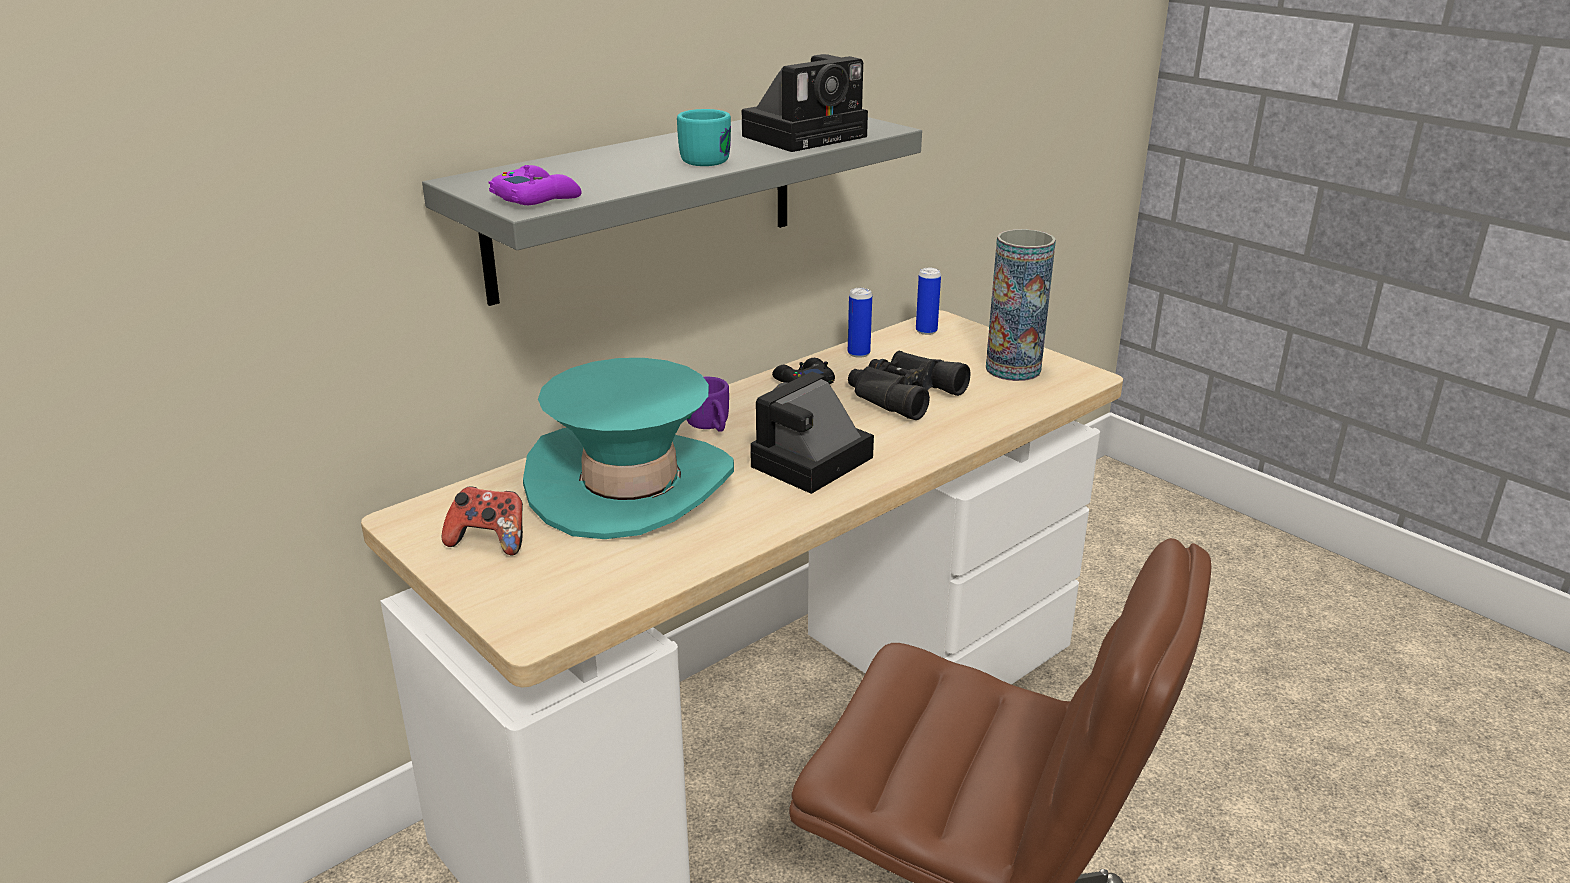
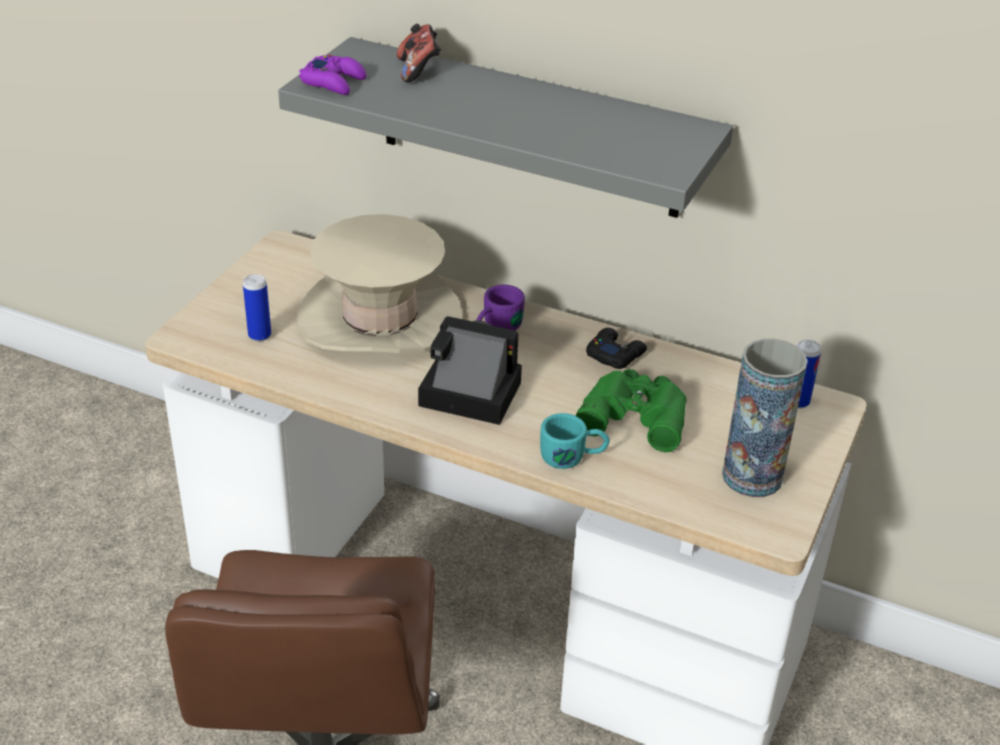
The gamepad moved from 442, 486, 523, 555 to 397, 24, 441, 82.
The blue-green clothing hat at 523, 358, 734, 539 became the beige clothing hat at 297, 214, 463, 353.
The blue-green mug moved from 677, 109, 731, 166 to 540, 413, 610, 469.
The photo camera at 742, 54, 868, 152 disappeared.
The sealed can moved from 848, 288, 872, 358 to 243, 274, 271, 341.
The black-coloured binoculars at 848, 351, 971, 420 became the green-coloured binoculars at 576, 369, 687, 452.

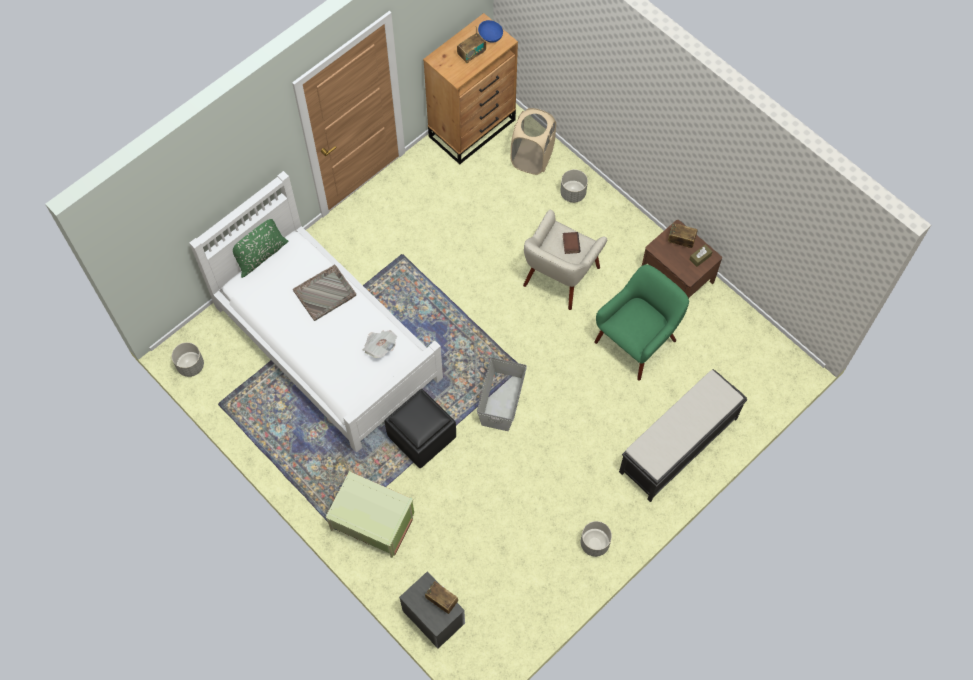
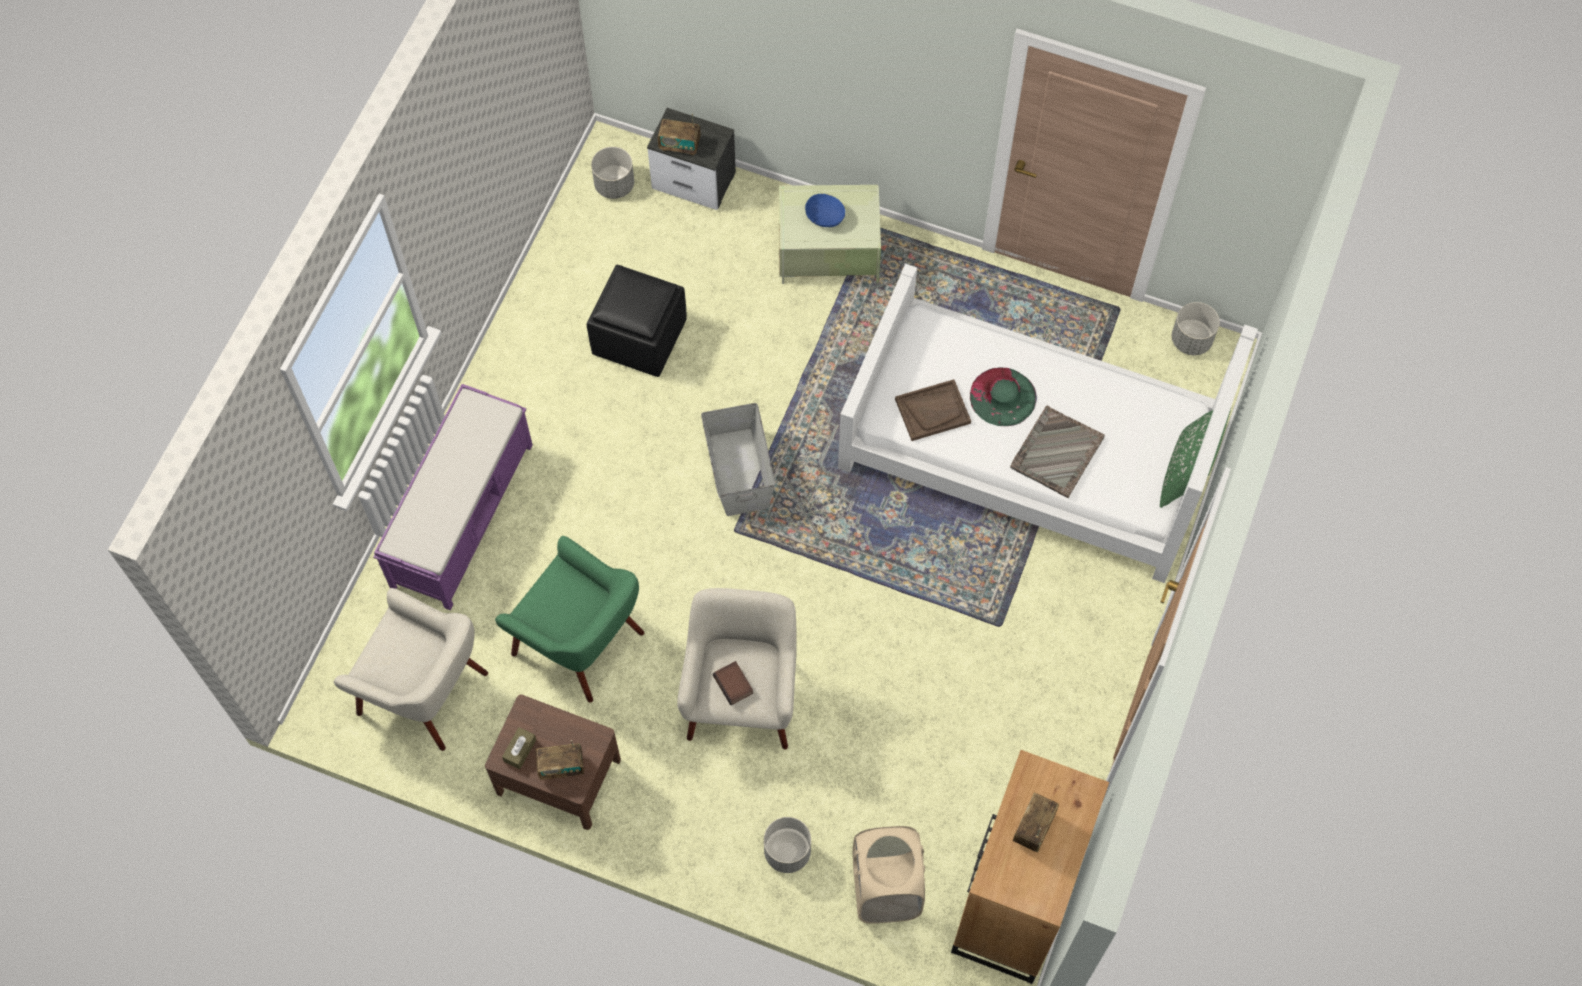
The printed paper at 362, 330, 397, 358 was replaced by the brownish tray at 895, 379, 971, 441.
The black-coloured ottoman moved from 384, 389, 456, 468 to 587, 264, 687, 377.
The bluish bowl moved from 478, 20, 503, 43 to 805, 194, 845, 227.
The greyish flower pot moved from 581, 521, 612, 557 to 591, 147, 634, 199.
The green-coloured armchair at 594, 264, 689, 380 turned 75 degrees counterclockwise.
The black-coloured long seat at 619, 369, 747, 502 became the purple long seat at 373, 384, 533, 610.
The beige armchair at 333, 588, 488, 751 appeared.
The green-coloured clothing hat at 970, 367, 1037, 426 appeared.

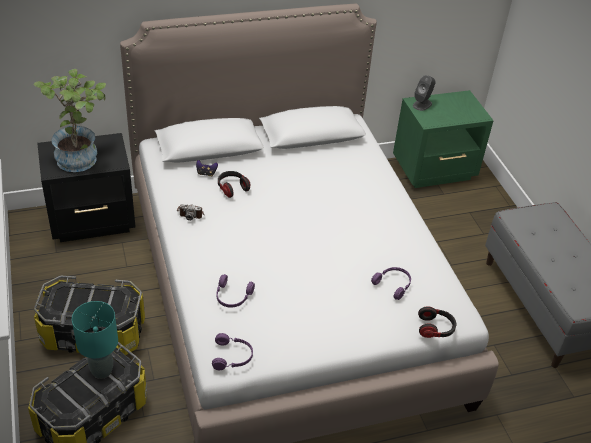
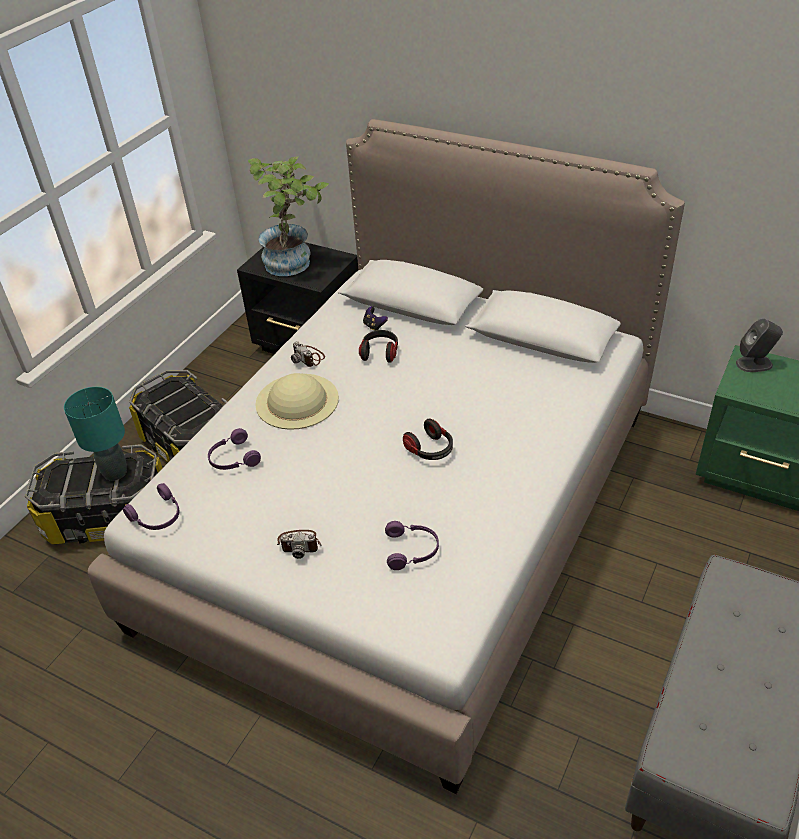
The headphones moved from 418, 306, 456, 338 to 403, 418, 453, 460.
The beige clothing hat at 255, 373, 339, 430 appeared.
The photo camera at 277, 530, 322, 559 appeared.

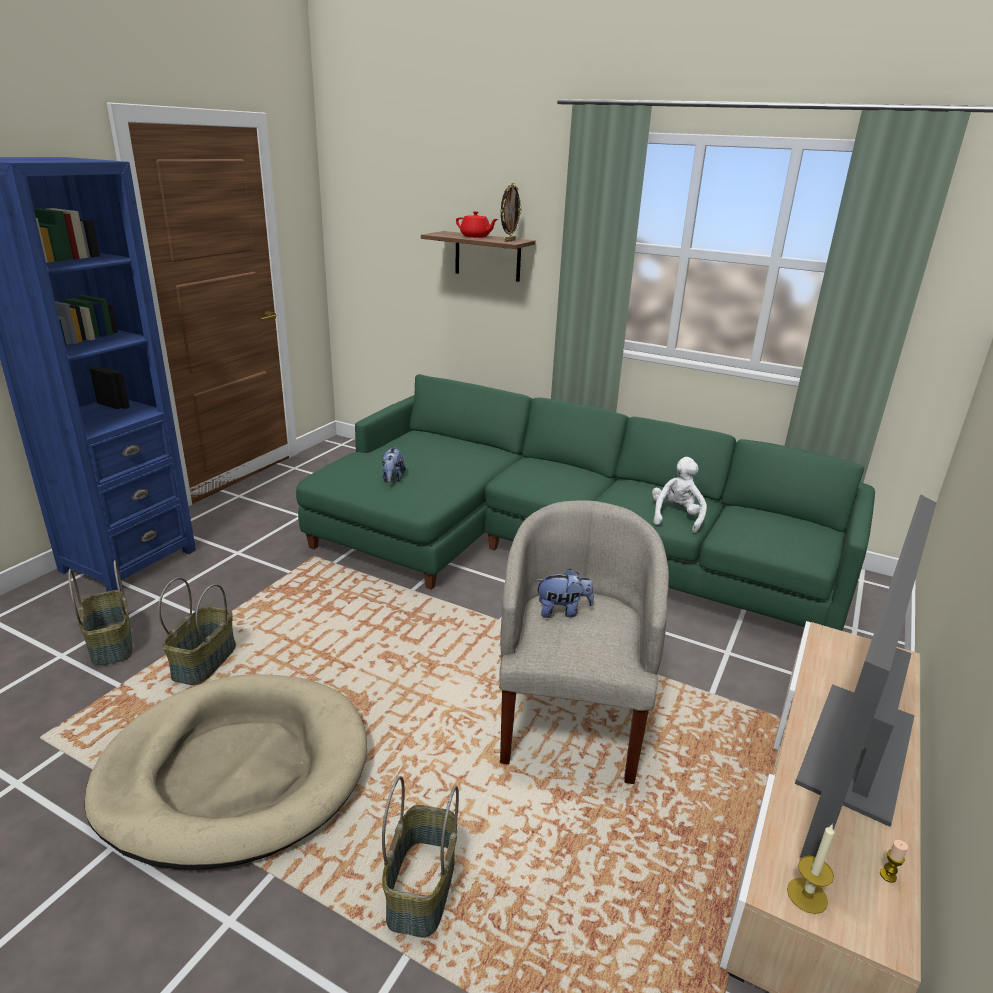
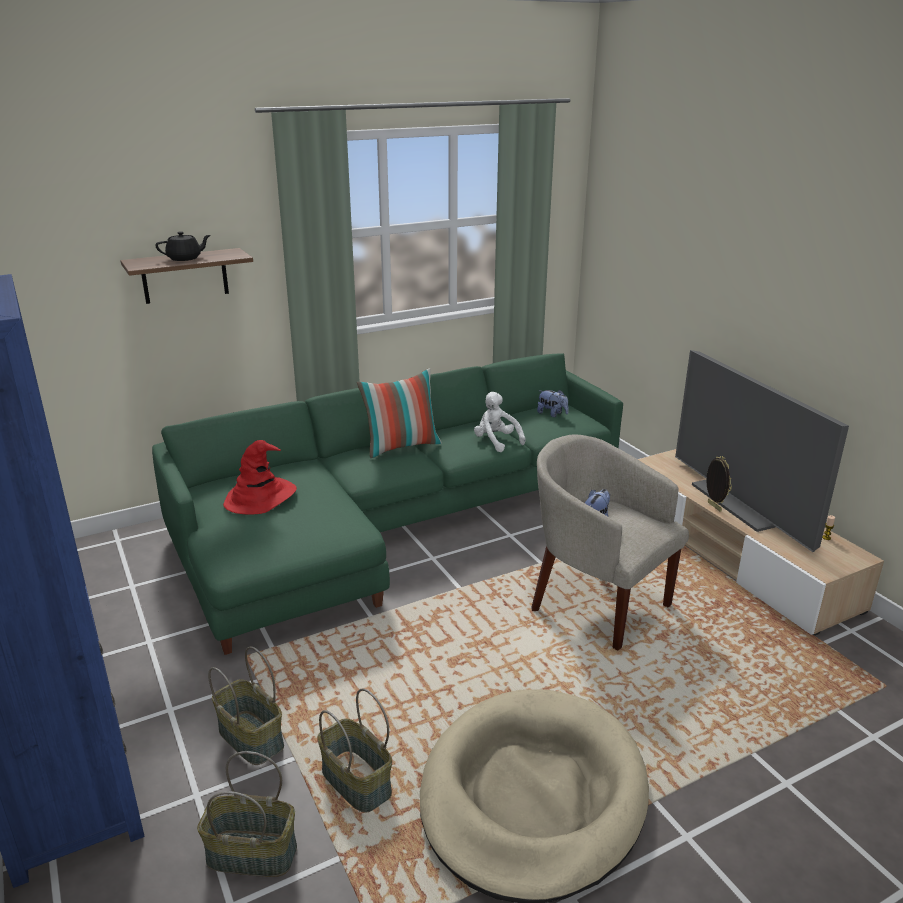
The plush toy moved from 382, 447, 406, 482 to 537, 390, 569, 417.
The basket moved from 382, 776, 459, 938 to 208, 647, 284, 765.
The red teapot at 456, 211, 498, 238 became the black-coloured teapot at 155, 231, 211, 261.
The standing frame moved from 501, 183, 522, 242 to 706, 456, 732, 512.
The wax candle at 787, 825, 835, 914 disappeared.
The red clothing hat at 223, 440, 297, 514 appeared.
The pillow at 357, 368, 442, 458 appeared.

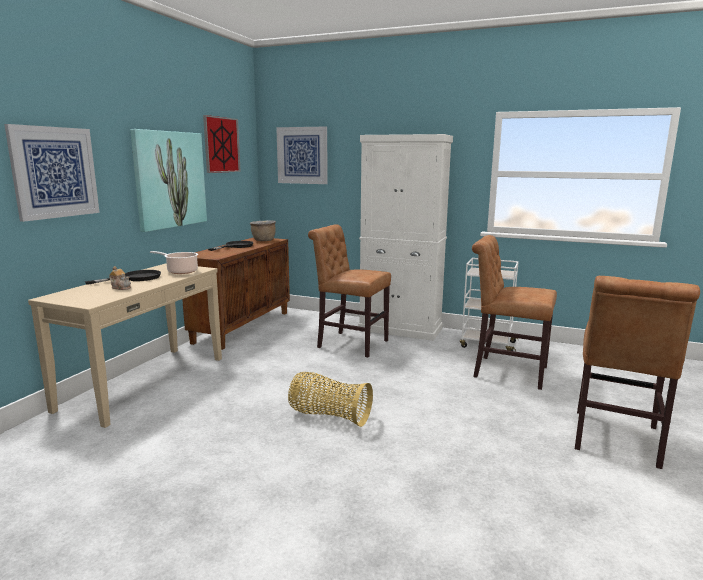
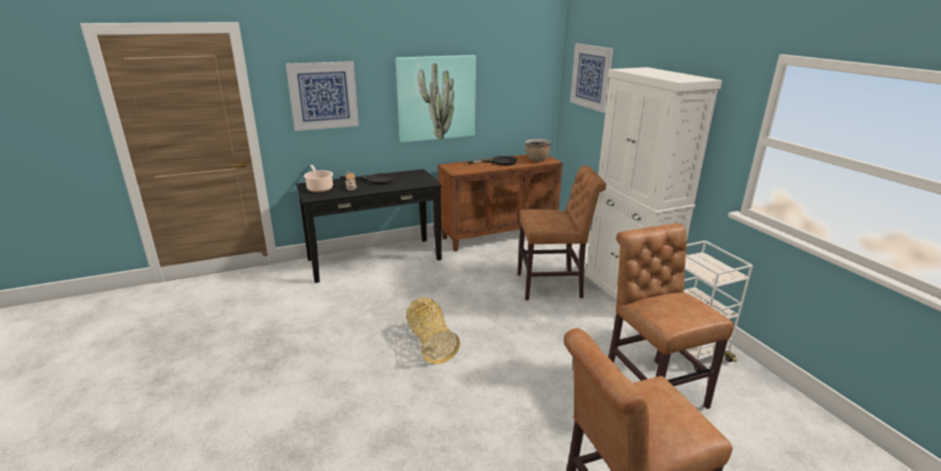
The beige narrow table at 28, 263, 222, 428 became the black-coloured narrow table at 296, 169, 442, 283.
The saucepot moved from 150, 251, 198, 274 to 304, 165, 333, 192.
The picture at 203, 115, 241, 173 disappeared.
The brownish chair at 308, 224, 391, 358 turned 105 degrees clockwise.

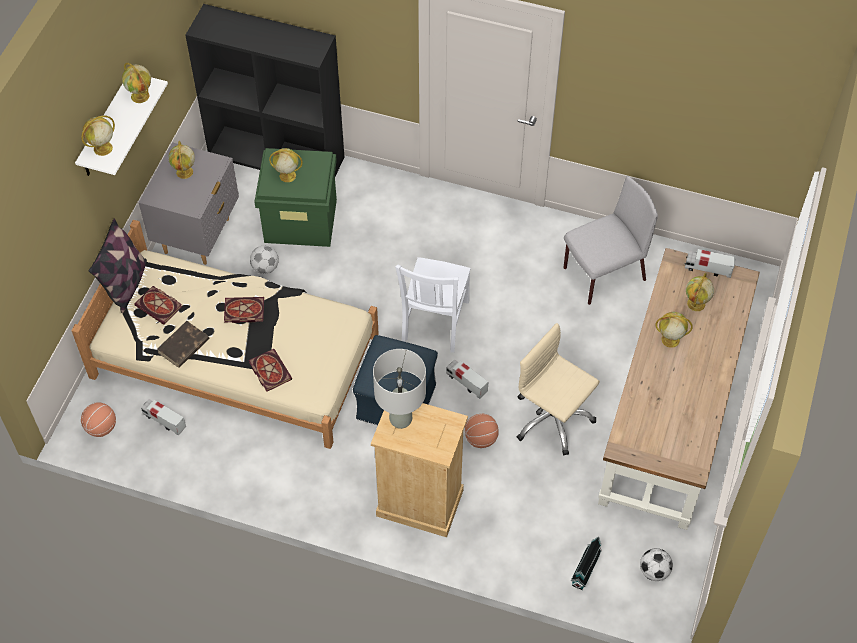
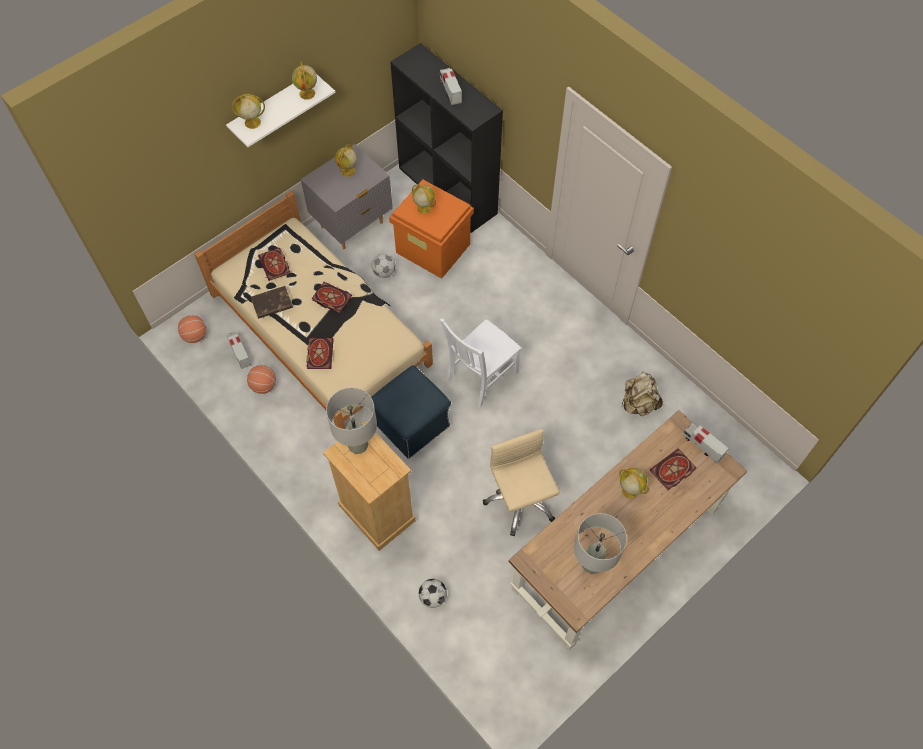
The pillow at 89, 219, 147, 313 disappeared.
The green-coloured storage container at 254, 148, 337, 247 became the orange-coloured storage container at 389, 180, 474, 279.
The toy truck moved from 446, 359, 488, 399 to 440, 68, 462, 105.
The basketball ball moved from 465, 414, 499, 448 to 247, 365, 276, 394.
The greyish chair at 563, 176, 658, 305 was replaced by the beige rucksack at 622, 372, 663, 416.
The model house at 571, 537, 602, 590 disappeared.
The ball for football moved from 640, 548, 673, 581 to 419, 579, 447, 608.
The world globe at 686, 273, 714, 311 was replaced by the book at 650, 449, 696, 490.
The greyish tabletop lamp at 574, 513, 627, 574 appeared.

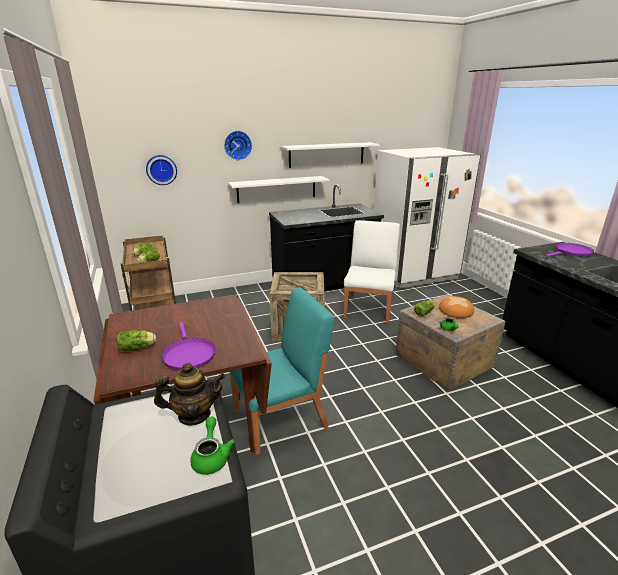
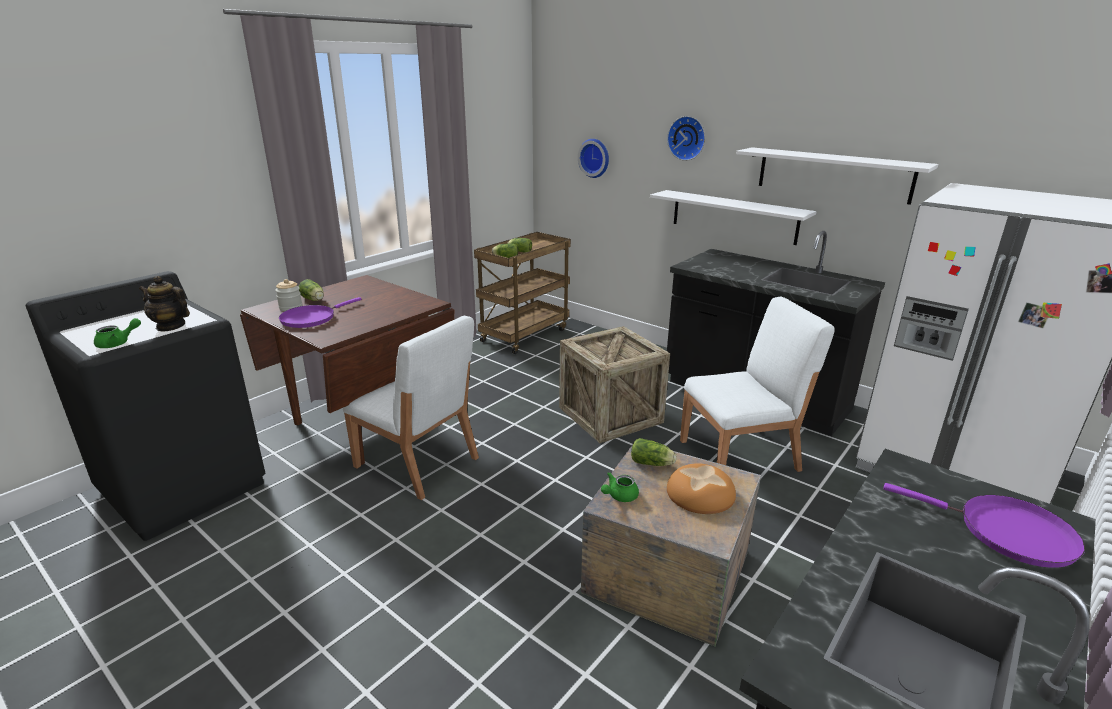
The teapot at 154, 363, 225, 426 turned 150 degrees clockwise.
The blue-green chair at 229, 287, 334, 455 became the white chair at 343, 316, 479, 500.
The preserve jar at 275, 279, 302, 311 appeared.

